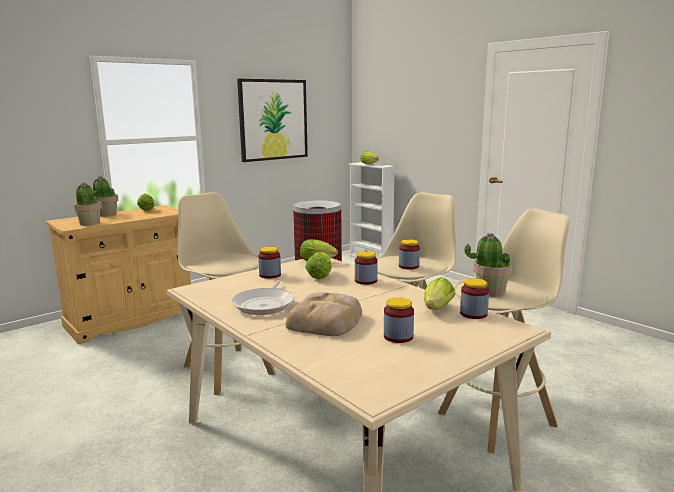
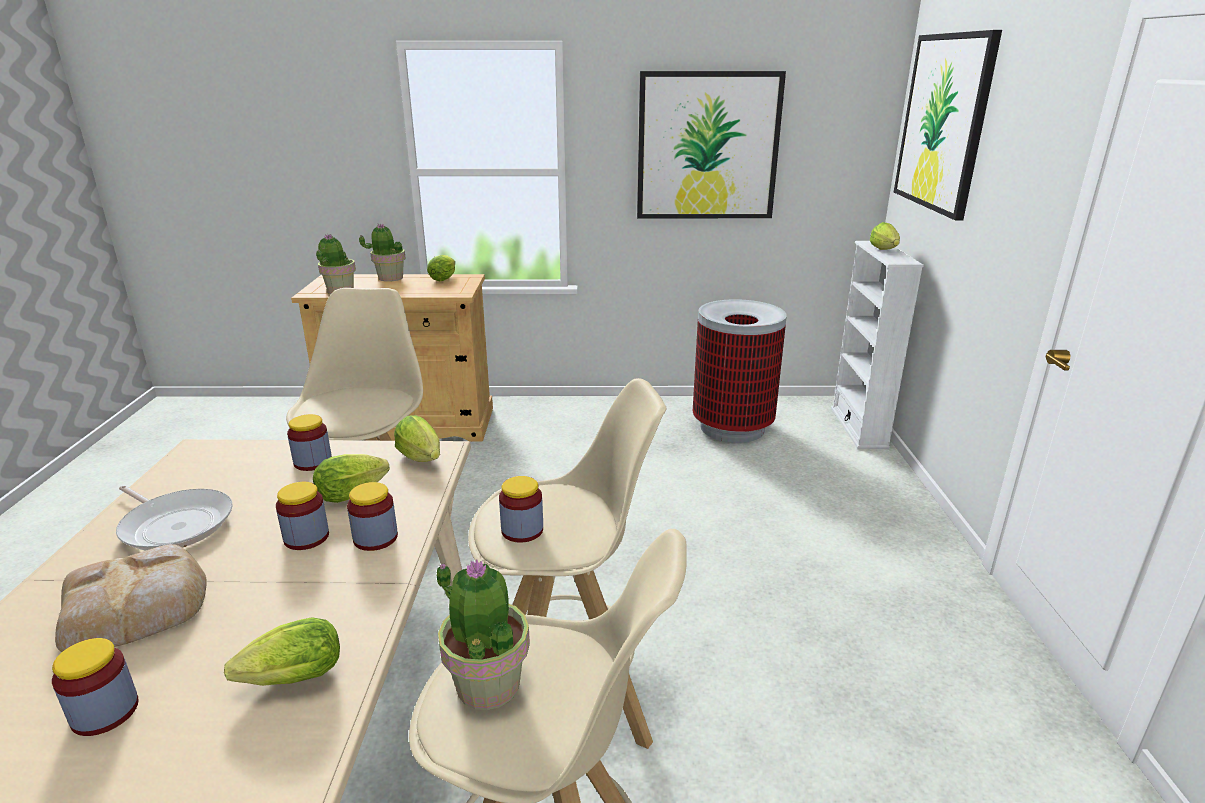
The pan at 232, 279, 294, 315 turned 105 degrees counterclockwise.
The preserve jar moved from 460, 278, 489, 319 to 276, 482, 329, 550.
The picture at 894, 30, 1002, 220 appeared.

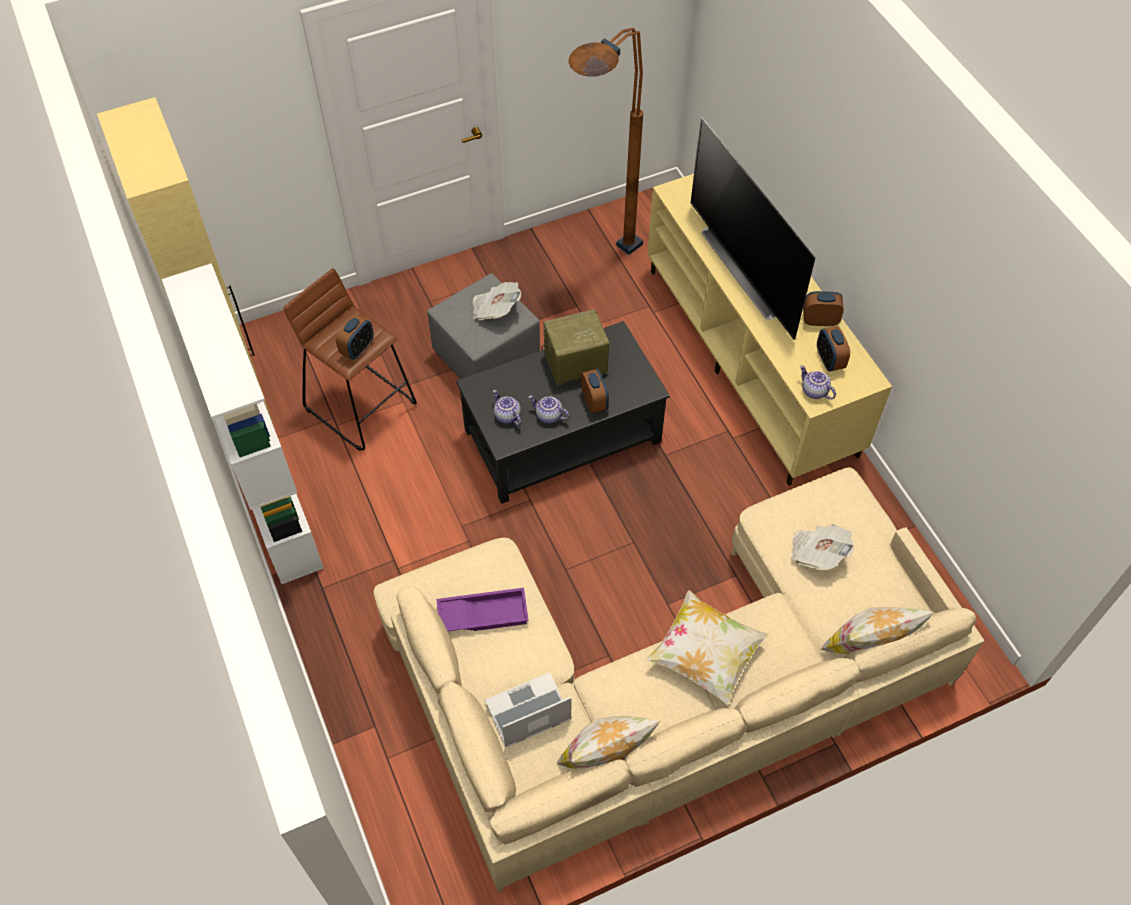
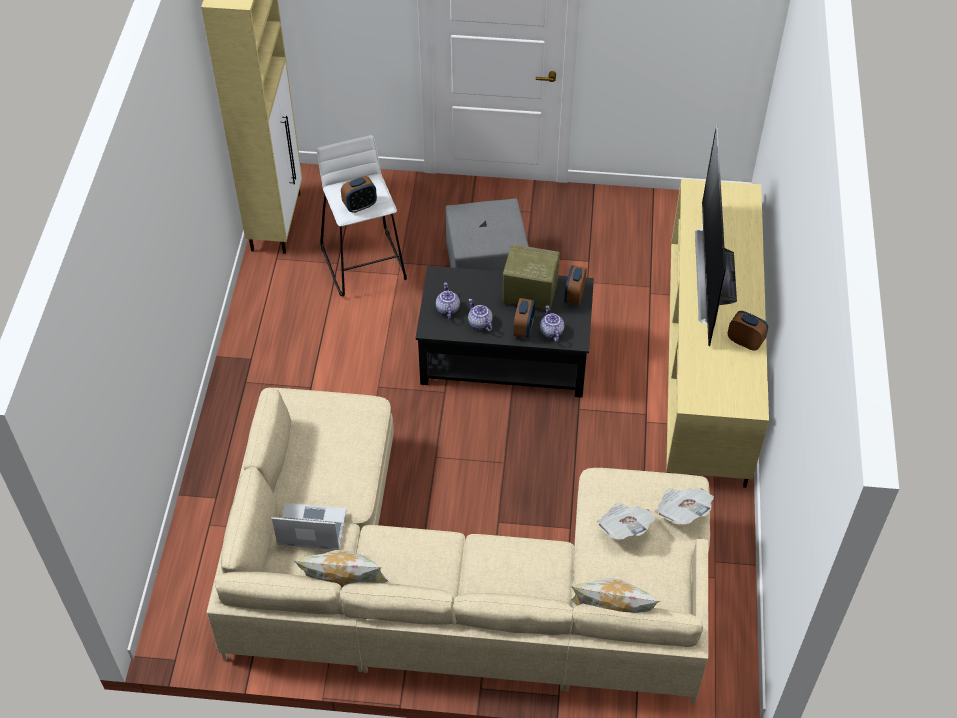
The white bookcase at 162, 263, 324, 584 disappeared.
The brownish stool at 284, 268, 417, 451 became the white stool at 317, 135, 407, 297.
The purple tray at 436, 588, 529, 631 disappeared.
The printed paper moved from 473, 282, 521, 320 to 655, 488, 714, 524.
The brownish standard lamp at 569, 28, 643, 255 disappeared.
The pillow at 645, 590, 769, 705 disappeared.
The teapot moved from 800, 365, 836, 400 to 540, 305, 564, 342.
The bedside clock moved from 817, 326, 850, 371 to 564, 265, 587, 305.

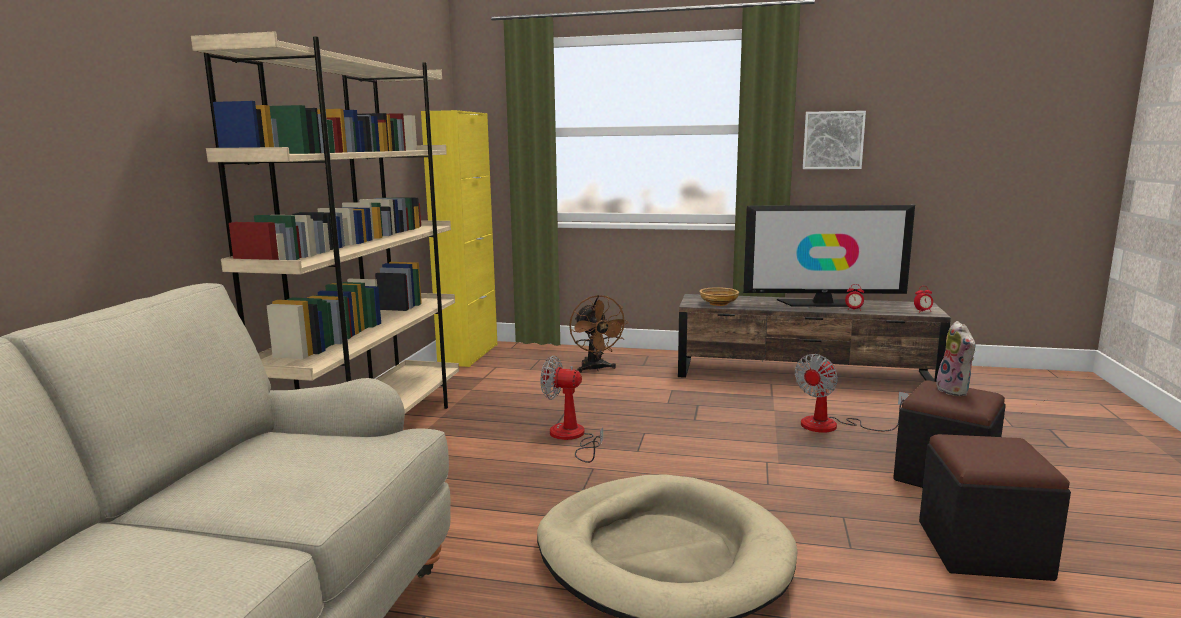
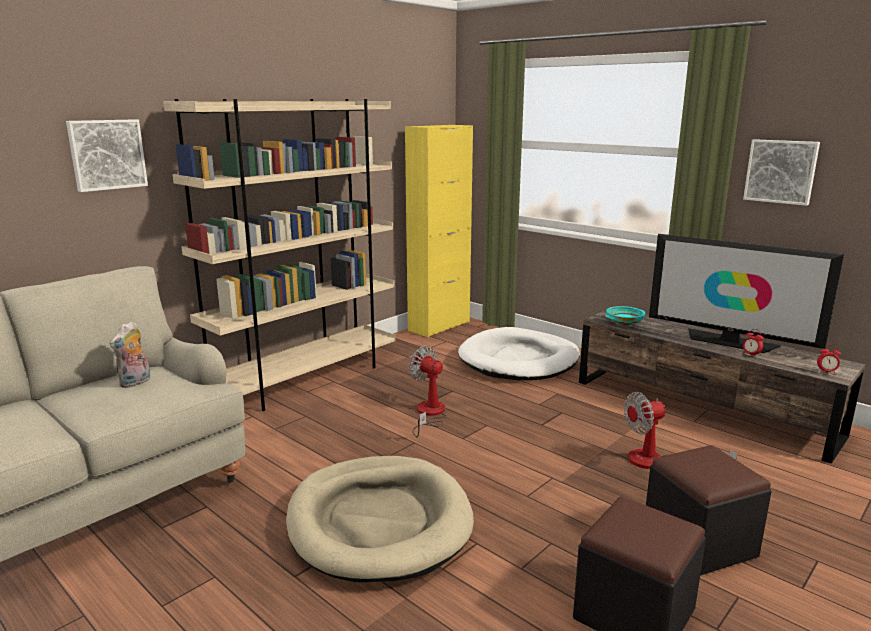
The brownish cooling fan at 569, 295, 629, 373 was replaced by the white dog bed at 458, 327, 580, 380.
The beige bowl at 699, 287, 739, 306 became the blue-green bowl at 605, 306, 645, 326.
The plush toy moved from 936, 321, 976, 396 to 109, 321, 150, 388.
The picture at 66, 119, 148, 192 appeared.

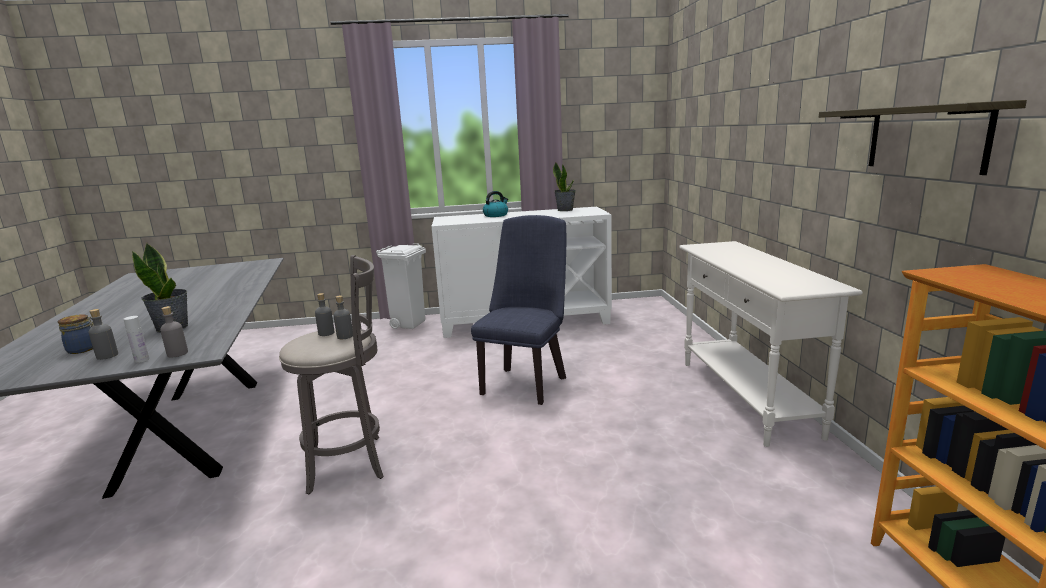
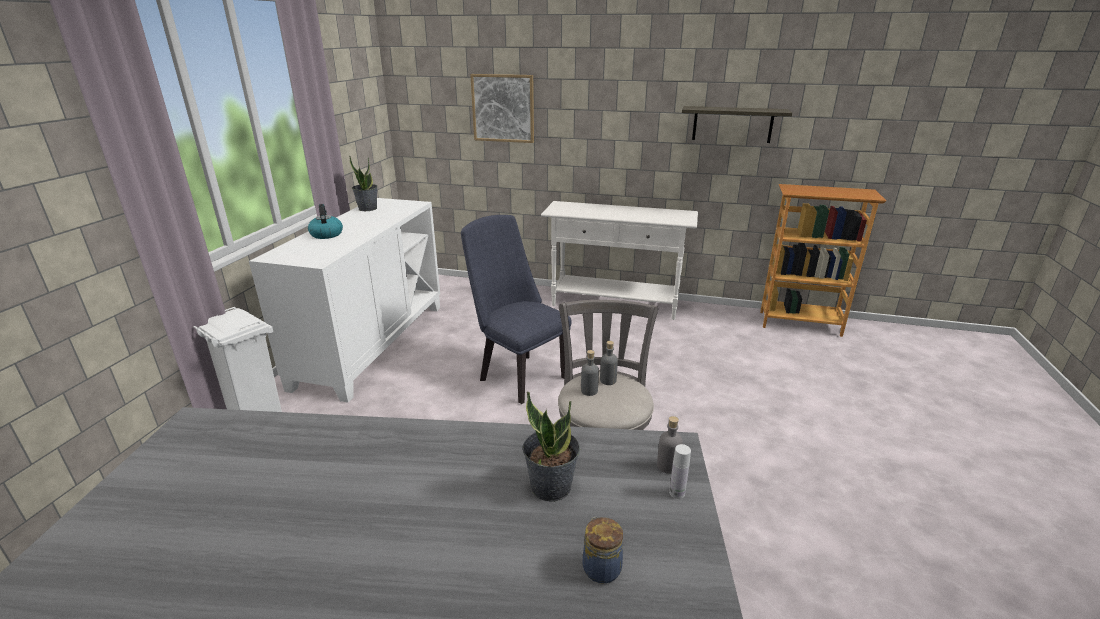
The greyish drink bottle at 89, 309, 118, 360 disappeared.
The picture at 470, 74, 534, 143 appeared.

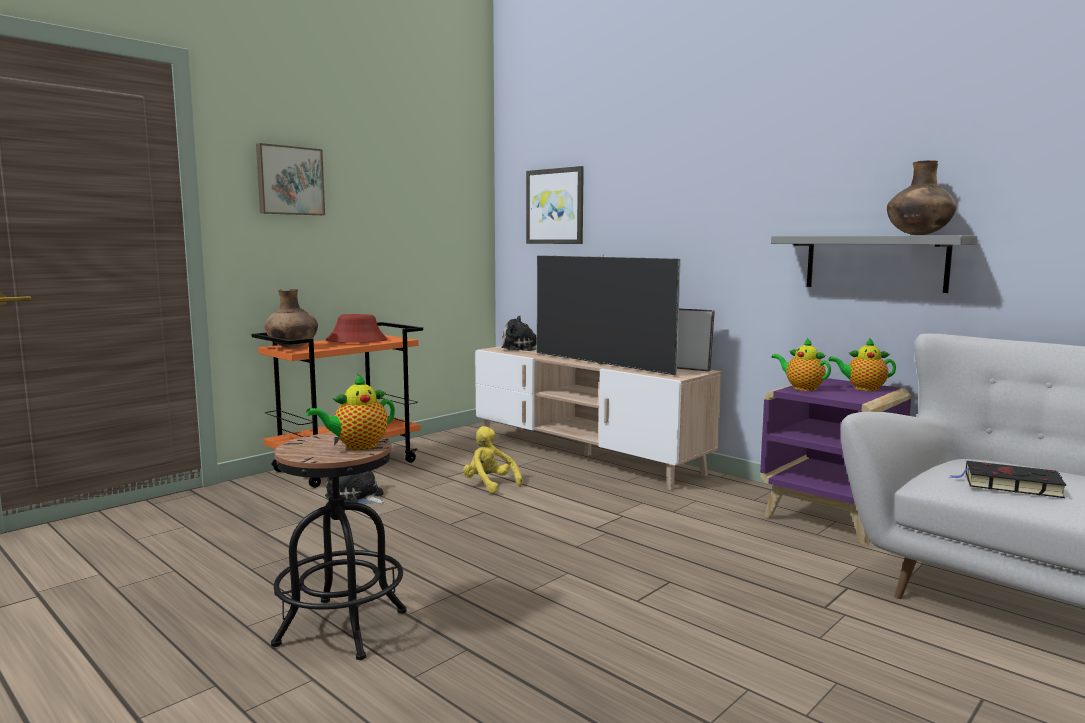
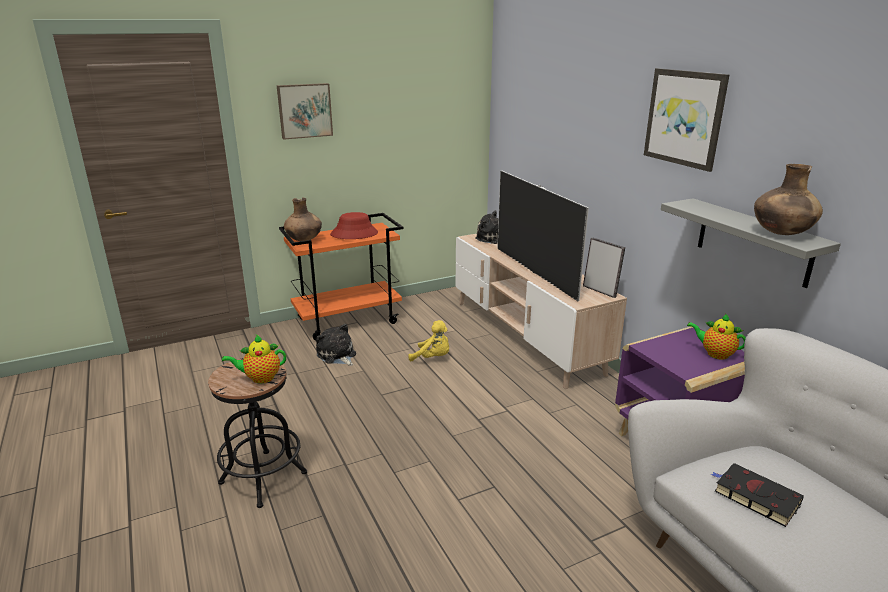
The yellow-coloured plush toy at 463, 426, 523, 493 turned 135 degrees clockwise.
The picture moved from 526, 166, 584, 244 to 644, 68, 729, 172.
The teapot at 772, 338, 831, 391 disappeared.

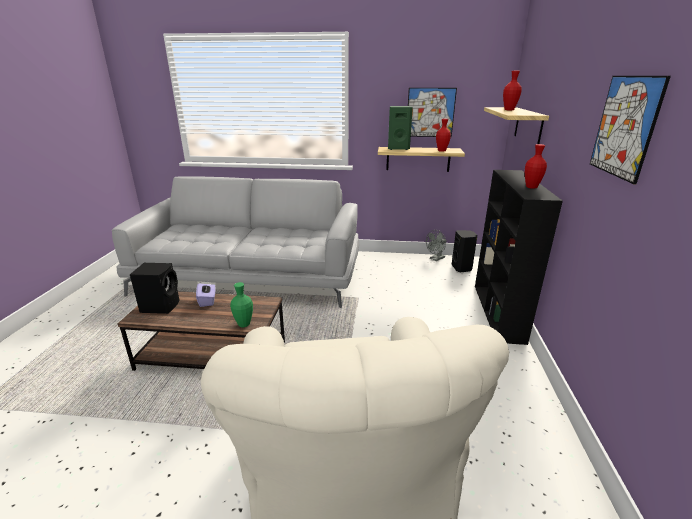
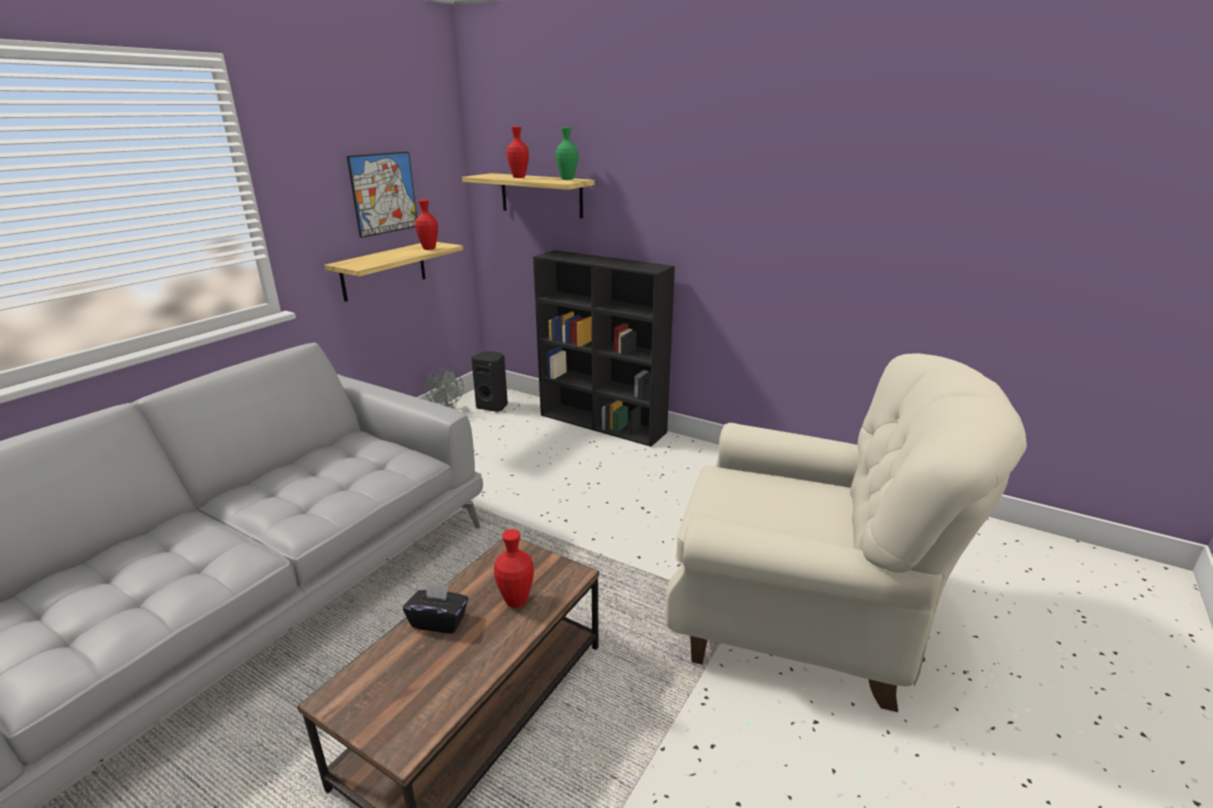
The black-coloured loudspeaker at 130, 263, 179, 314 disappeared.
The purple tissue box at 196, 284, 216, 307 became the black-coloured tissue box at 403, 582, 468, 634.
The green-coloured decorative vase moved from 230, 282, 253, 327 to 556, 127, 578, 180.
The green-coloured loudspeaker at 388, 106, 413, 150 disappeared.
The red decorative vase moved from 525, 144, 547, 189 to 494, 529, 534, 608.
The picture at 590, 76, 671, 184 disappeared.

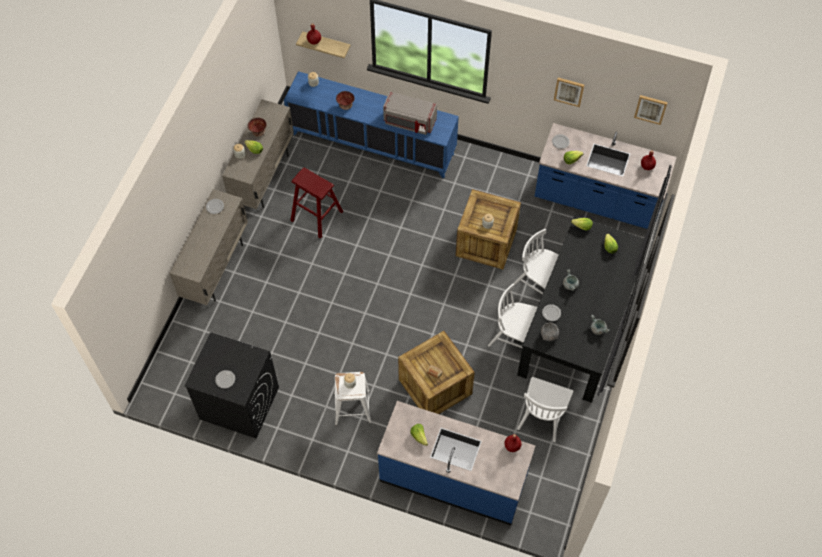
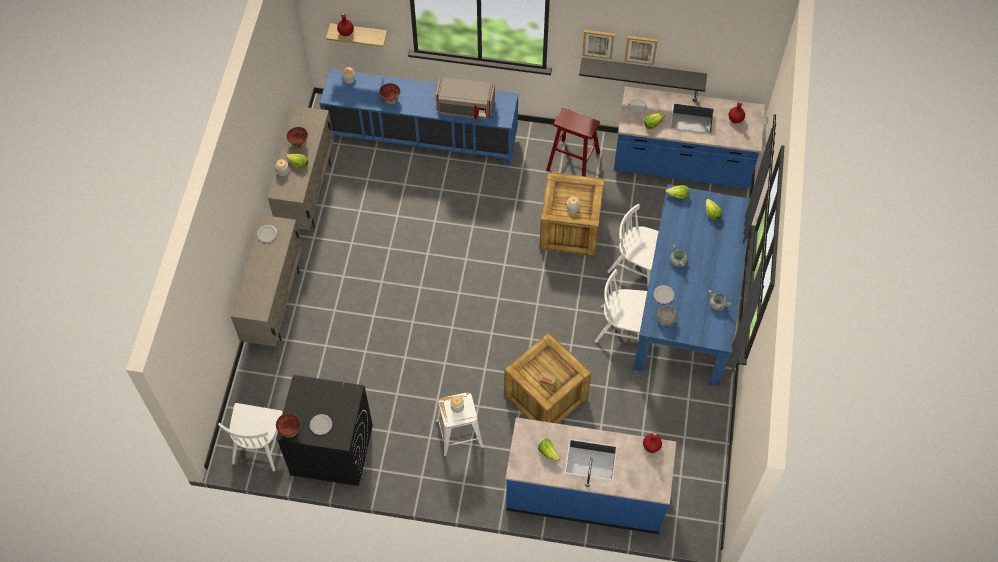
The red stool moved from 291, 167, 343, 239 to 546, 108, 600, 176.
The black-coloured dinner table at 517, 215, 644, 403 became the bluish dinner table at 633, 184, 750, 386.
The white chair moved from 517, 377, 573, 442 to 218, 403, 283, 472.
The picture moved from 634, 95, 668, 125 to 582, 30, 615, 59.
The bowl at 276, 413, 300, 437 appeared.
The black-coloured wall shelf at 579, 58, 707, 92 appeared.

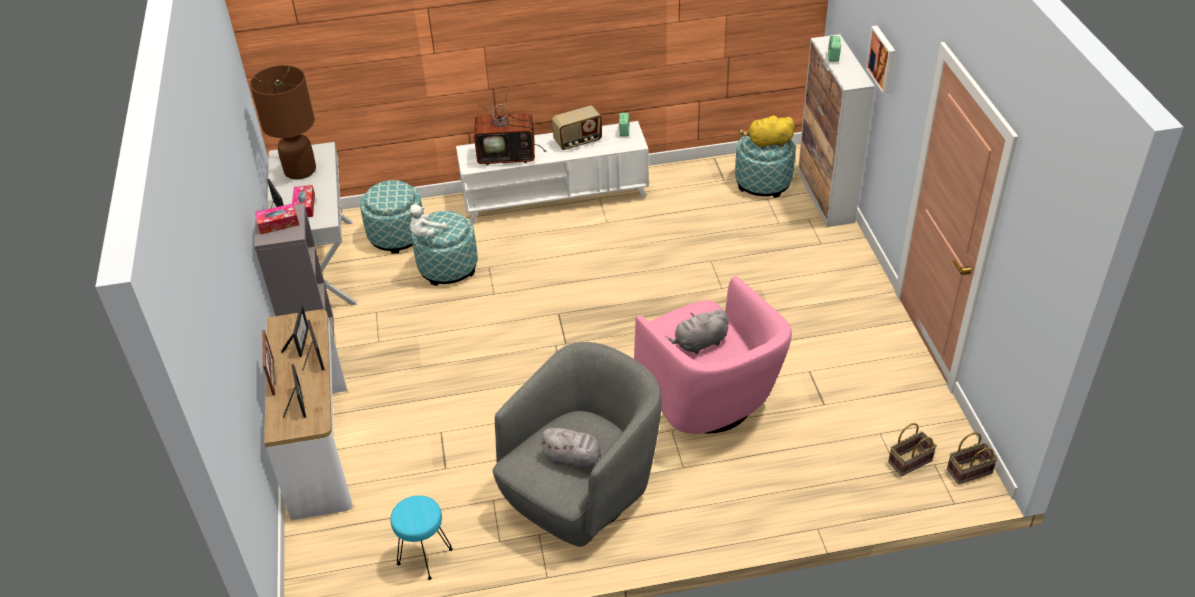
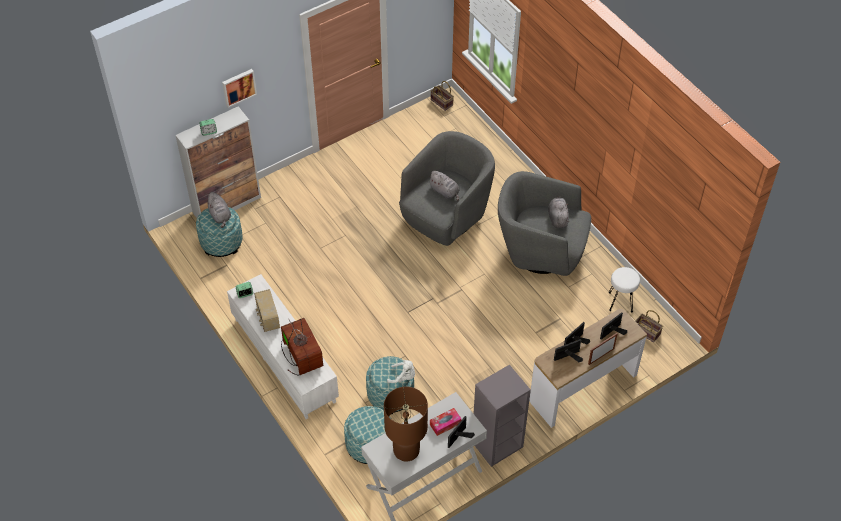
The tissue box at 255, 203, 299, 234 disappeared.
The blue-green stool at 390, 495, 453, 580 became the white stool at 609, 267, 640, 312.
The radio at 552, 106, 602, 150 turned 150 degrees counterclockwise.
The pink armchair at 634, 276, 792, 434 became the greyish armchair at 399, 131, 495, 246.
The yellow-coloured plush toy at 738, 115, 795, 149 became the greyish plush toy at 206, 192, 231, 228.
The basket moved from 888, 423, 937, 476 to 635, 310, 663, 343.

